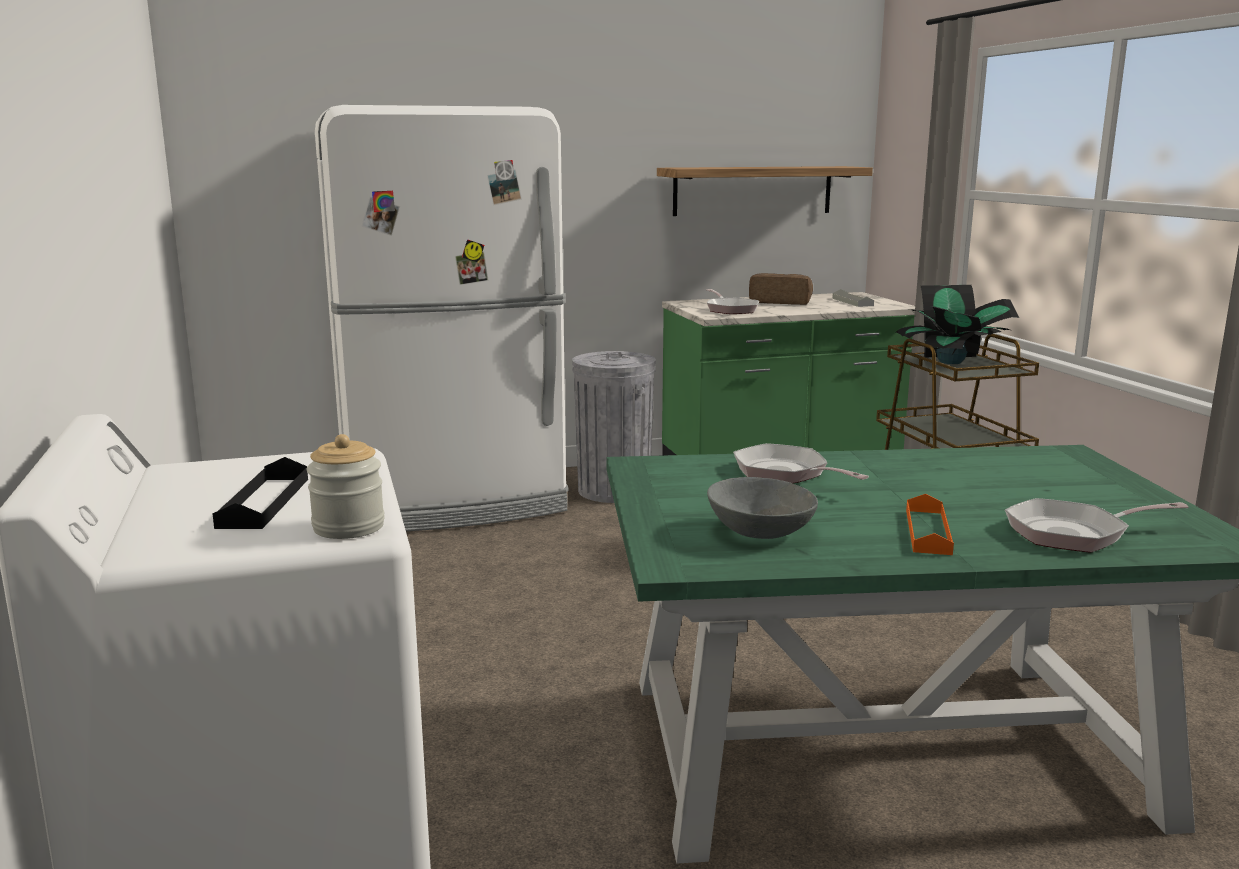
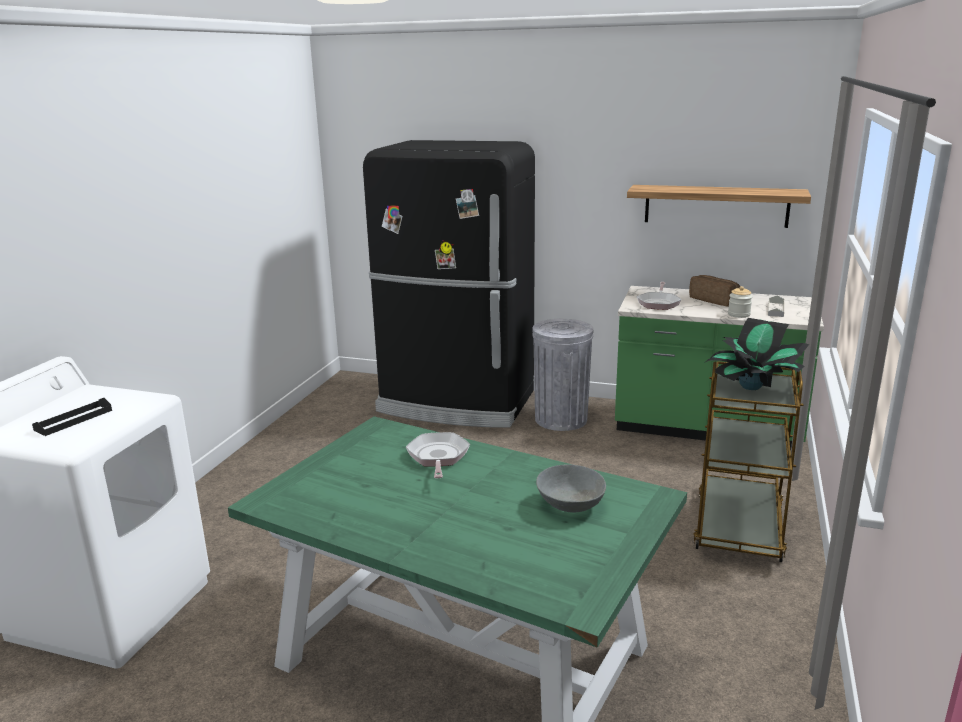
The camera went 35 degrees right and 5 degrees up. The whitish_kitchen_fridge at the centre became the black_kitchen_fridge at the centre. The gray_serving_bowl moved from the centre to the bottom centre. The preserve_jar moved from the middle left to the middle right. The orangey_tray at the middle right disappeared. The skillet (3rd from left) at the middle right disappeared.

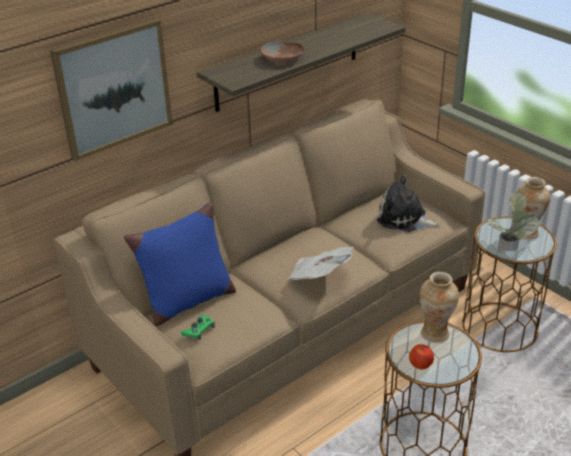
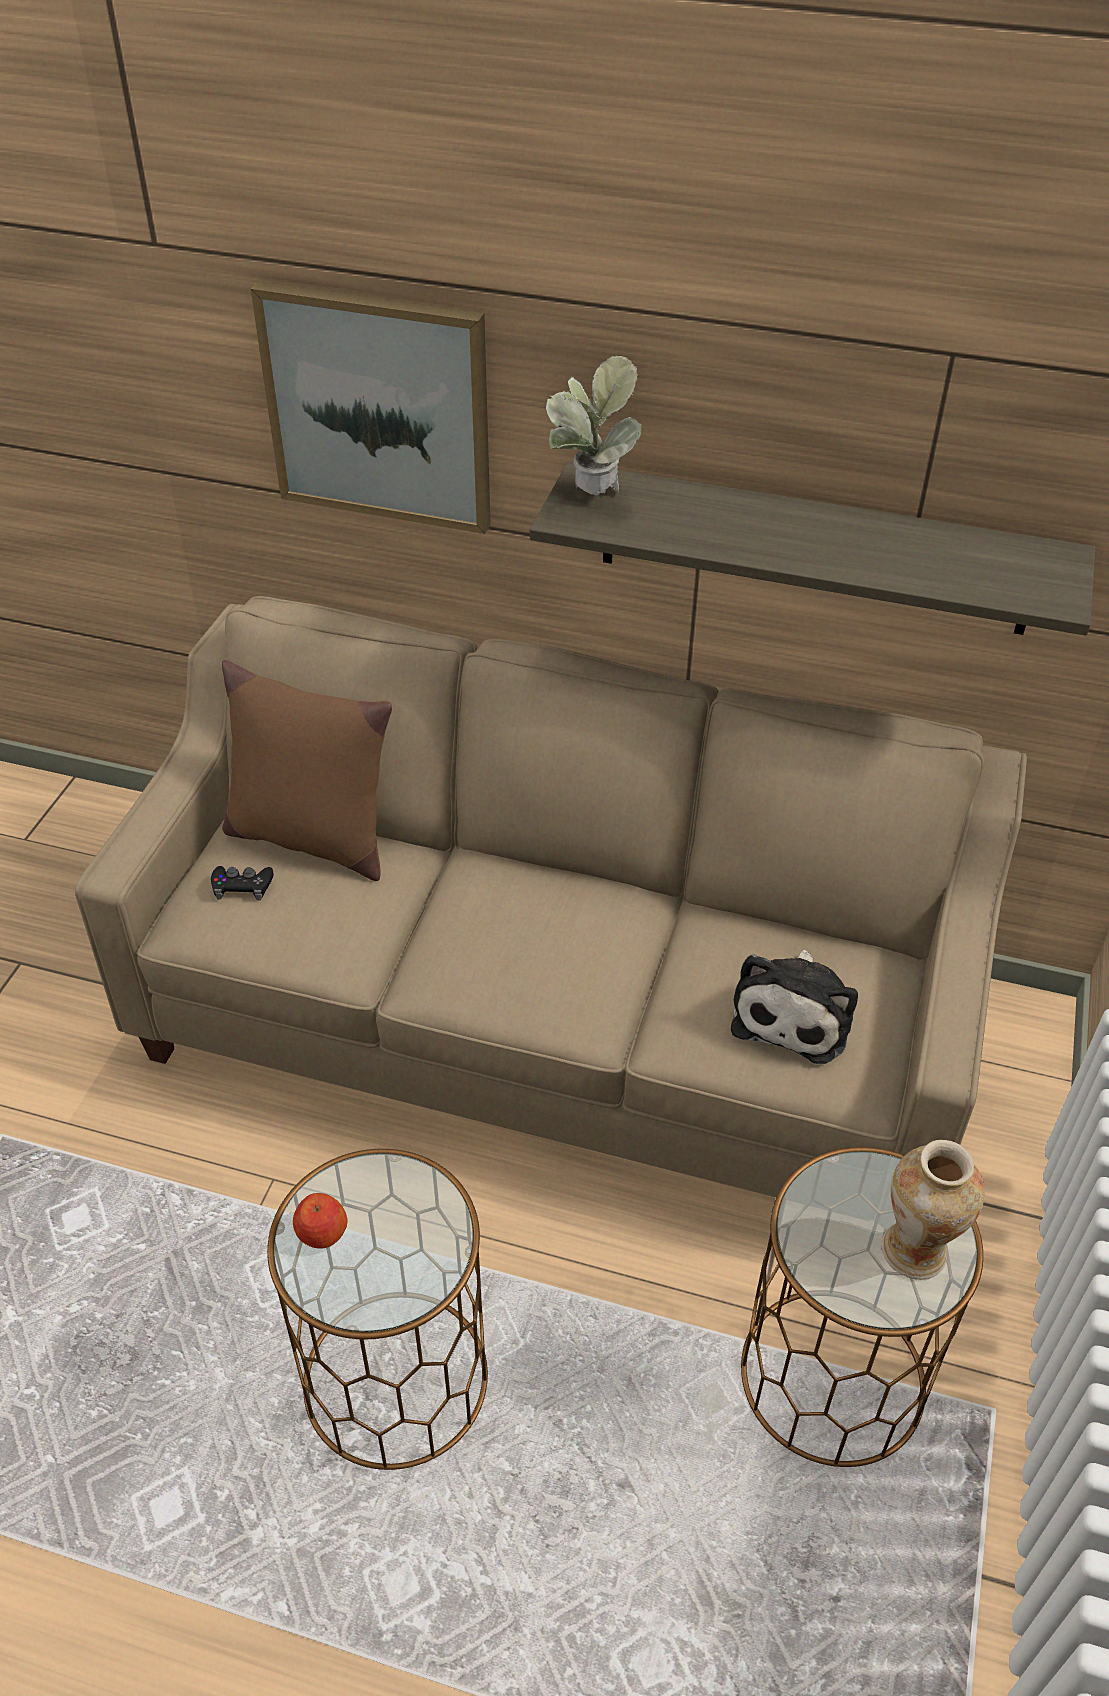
The camera went 55 degrees right and 10 degrees up. The greenish_joypad at the bottom centre became the black_joypad at the middle left. The blue_cushion at the middle left became the brown_cushion at the middle left. The houseplant moved from the middle right to the top centre. The plush_toy at the middle right turned 150 degrees counterclockwise. The brown_serving_bowl at the top centre disappeared. The daily_paper at the centre disappeared. The decorative_vase (1st from left) at the bottom right disappeared.

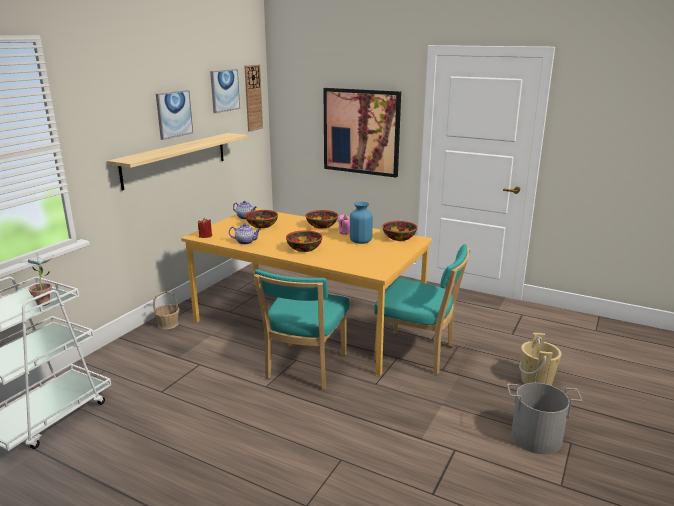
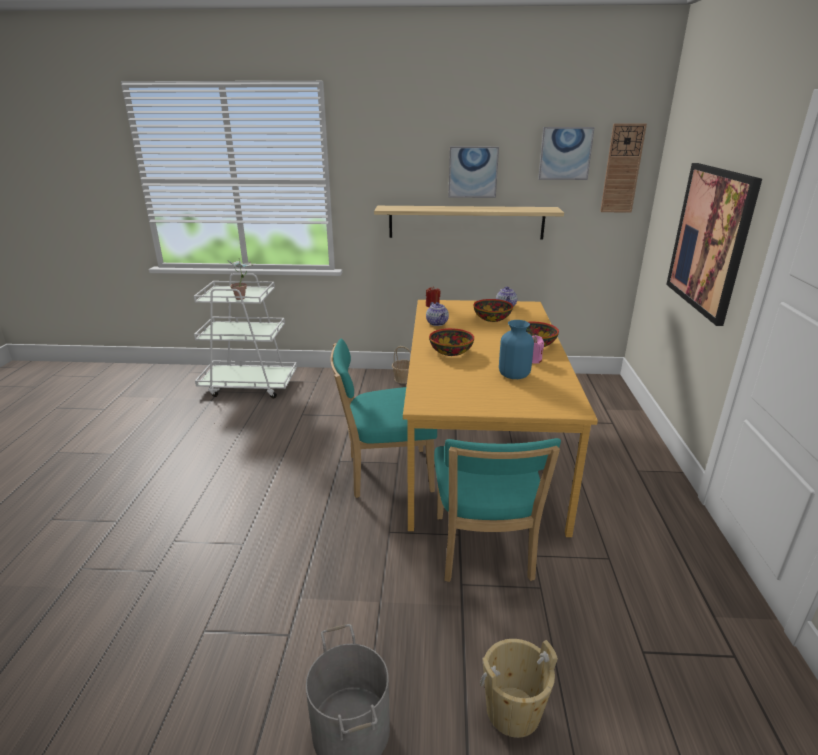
The camera went 65 degrees right and 5 degrees up. The serving_bowl (4th from left) at the centre disappeared.

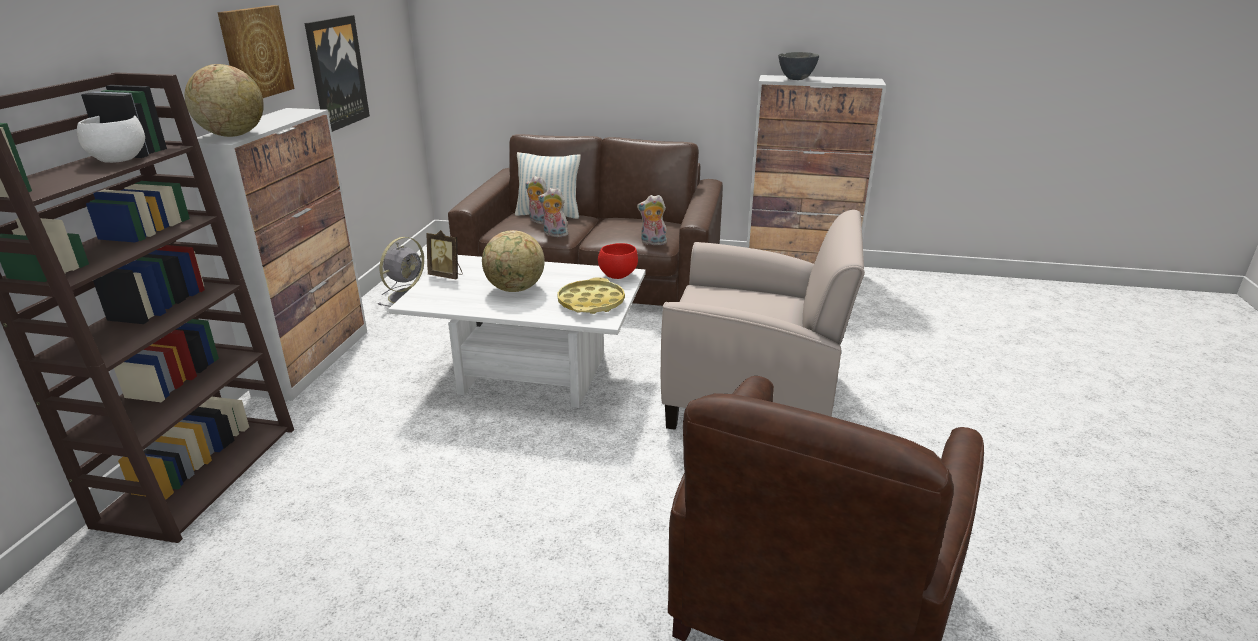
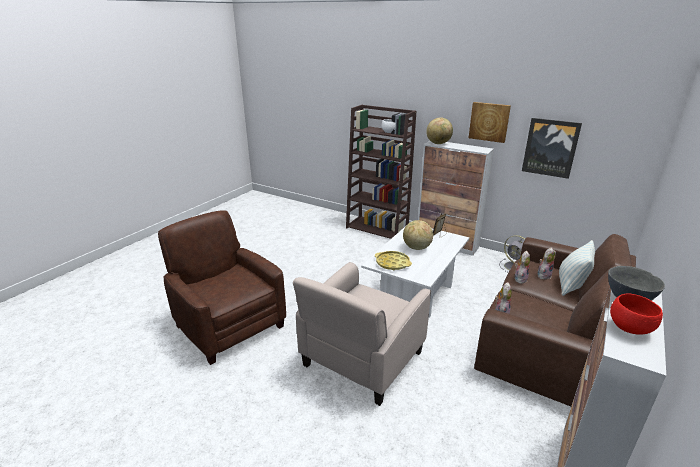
The camera went 110 degrees right and 0 degrees up. The red-coloured_serving_bowl moved from the centre to the bottom right.

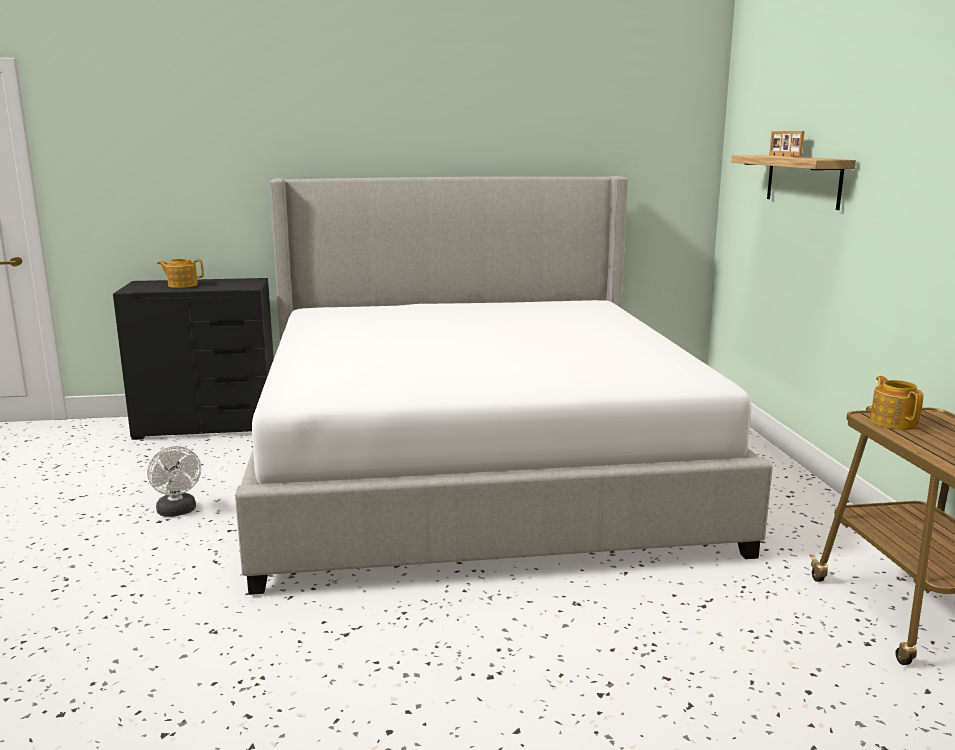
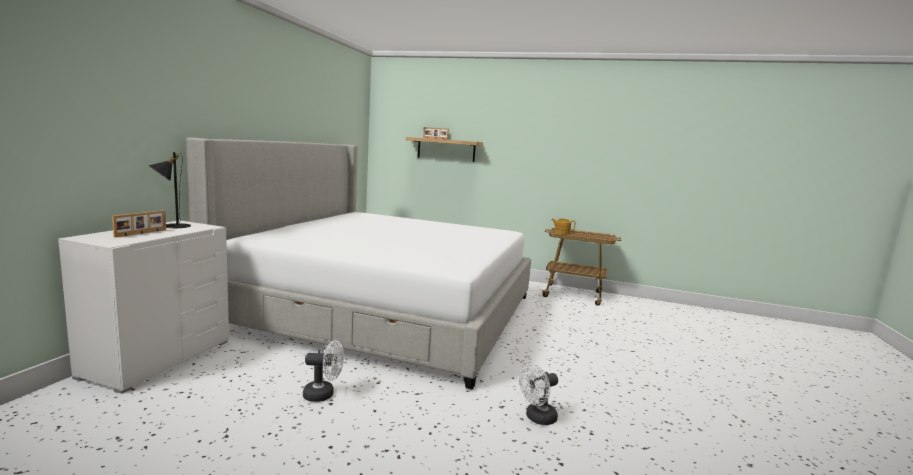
The camera went 65 degrees left and 5 degrees down. The black_dresser at the middle left became the whitish_dresser at the middle left. The teapot (1st from left) at the middle left was replaced by the picture_frame (1st from left) at the middle left. The black_tabletop_lamp at the middle left appeared. The whitish_cooling_fan (2nd from left) at the bottom centre appeared.

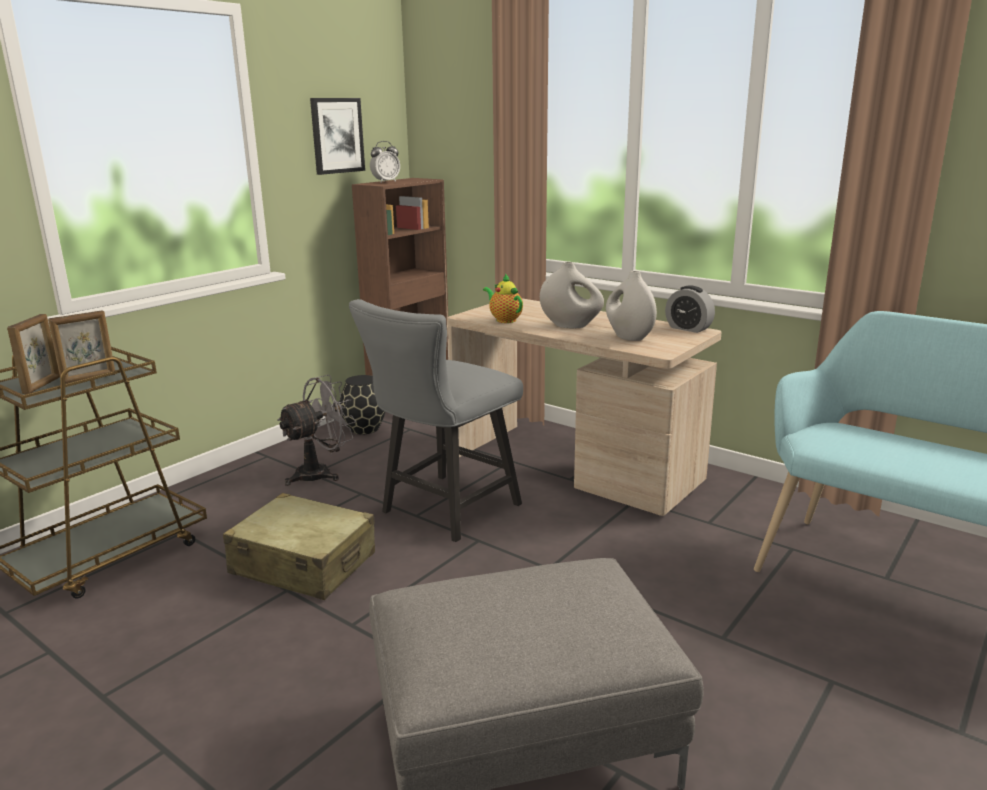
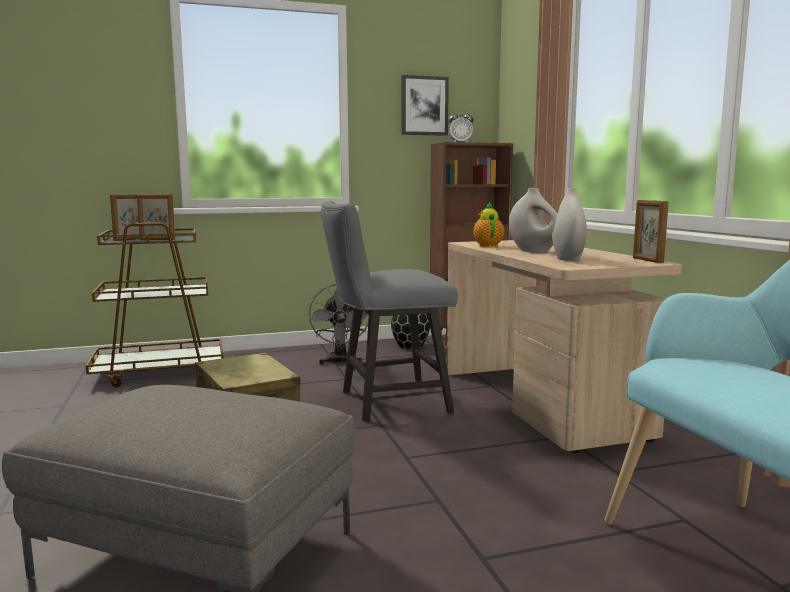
The camera went 35 degrees right and 10 degrees down. The gray_cooling_fan at the middle left turned 90 degrees clockwise. The bedside_clock (2nd from left) at the middle right was replaced by the picture_frame (3rd from left) at the middle right.

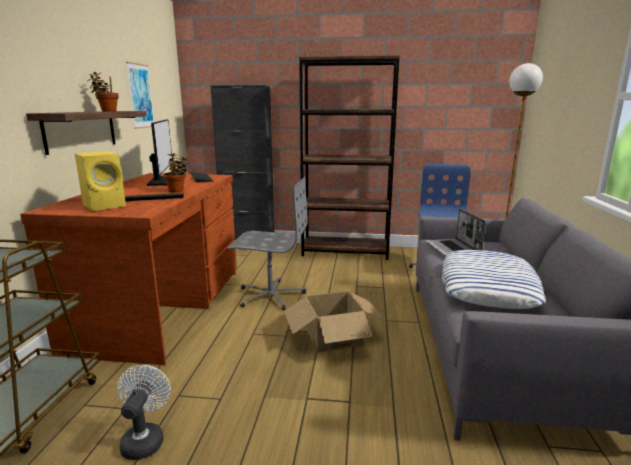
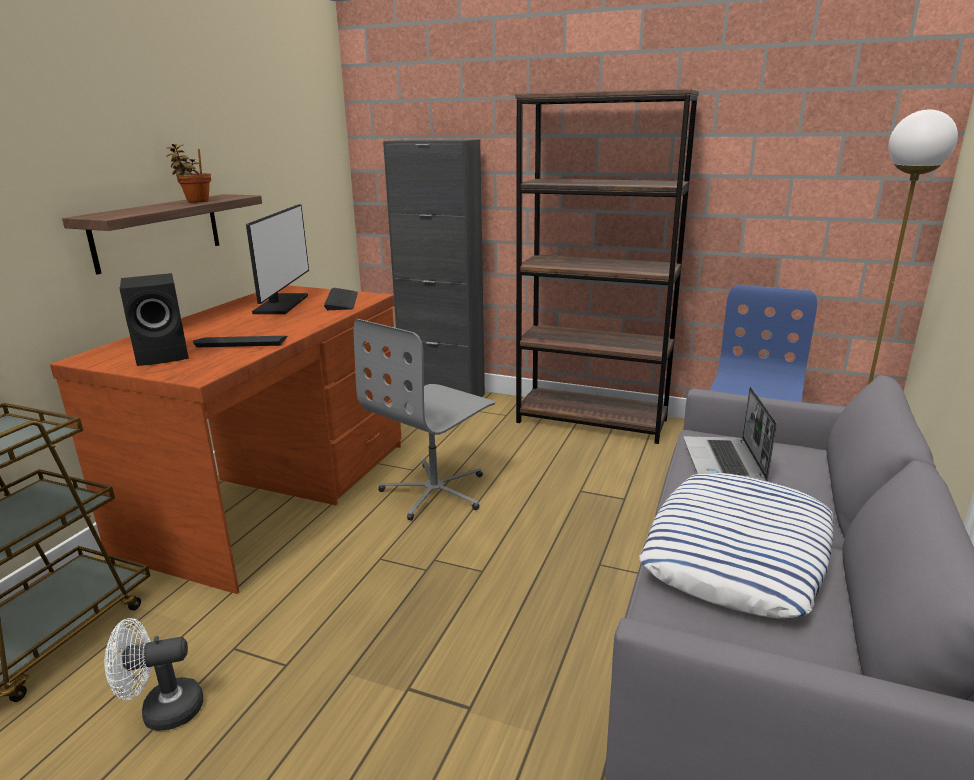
The camera went 15 degrees right and 5 degrees up. The whitish_cooling_fan at the bottom left turned 120 degrees counterclockwise. The yellowish_speaker at the middle left became the black_speaker at the middle left. The gray_computer_chair at the centre turned 105 degrees clockwise. The wall_art at the top left disappeared. The houseplant (2nd from left) at the middle left disappeared. The packing_box at the bottom centre disappeared.

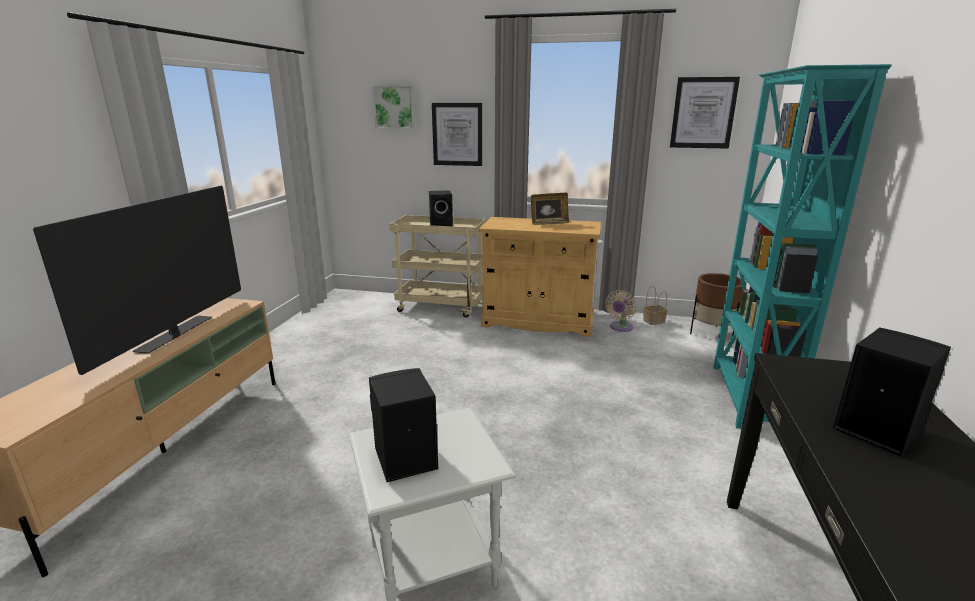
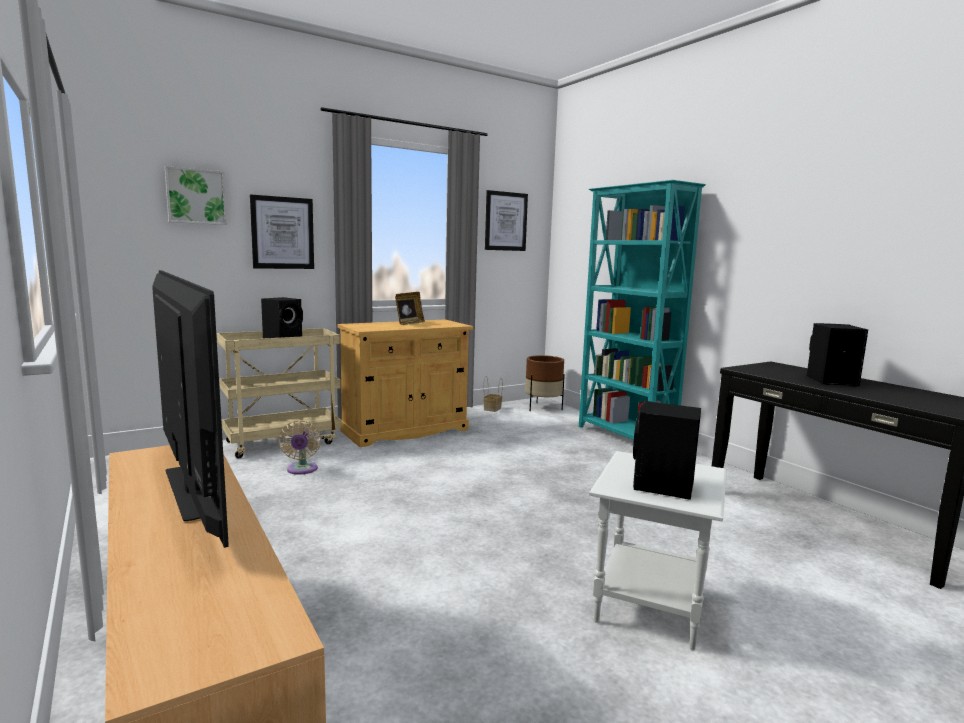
The camera went 45 degrees left and 10 degrees down. The sand-coloured_cooling_fan moved from the centre to the middle left.

